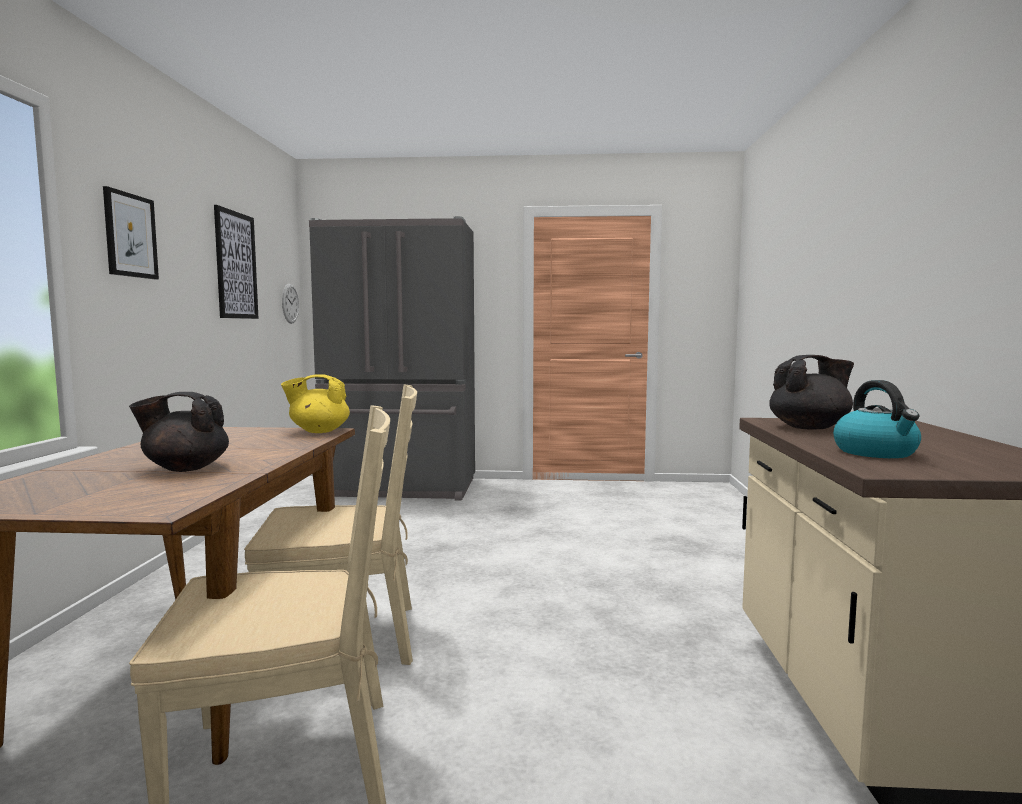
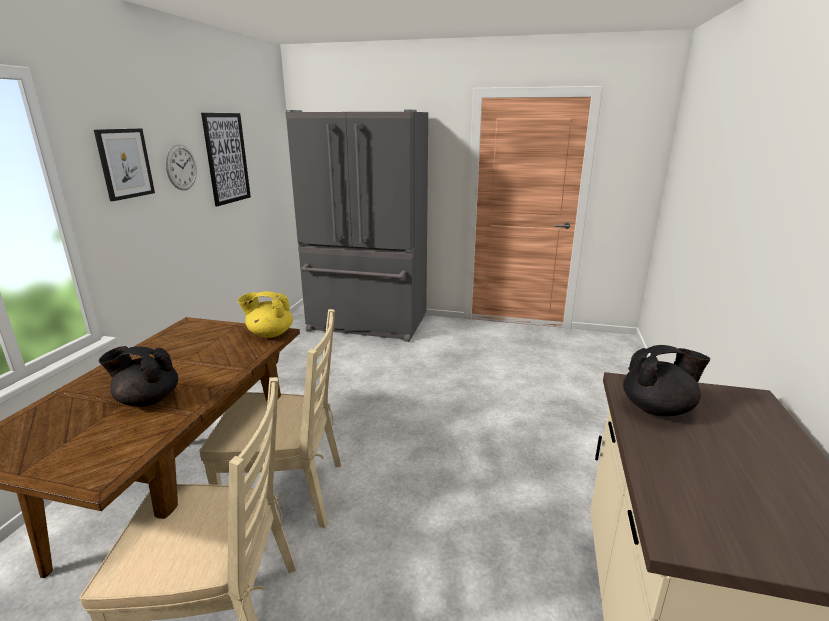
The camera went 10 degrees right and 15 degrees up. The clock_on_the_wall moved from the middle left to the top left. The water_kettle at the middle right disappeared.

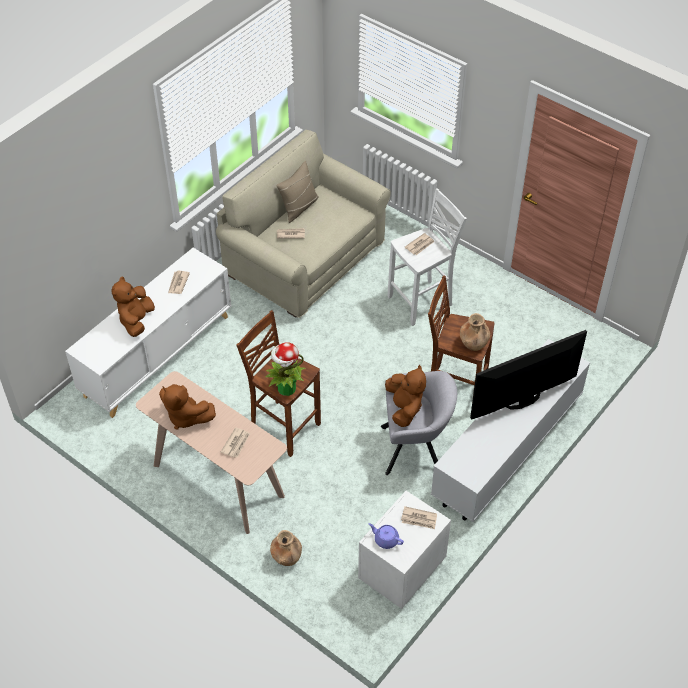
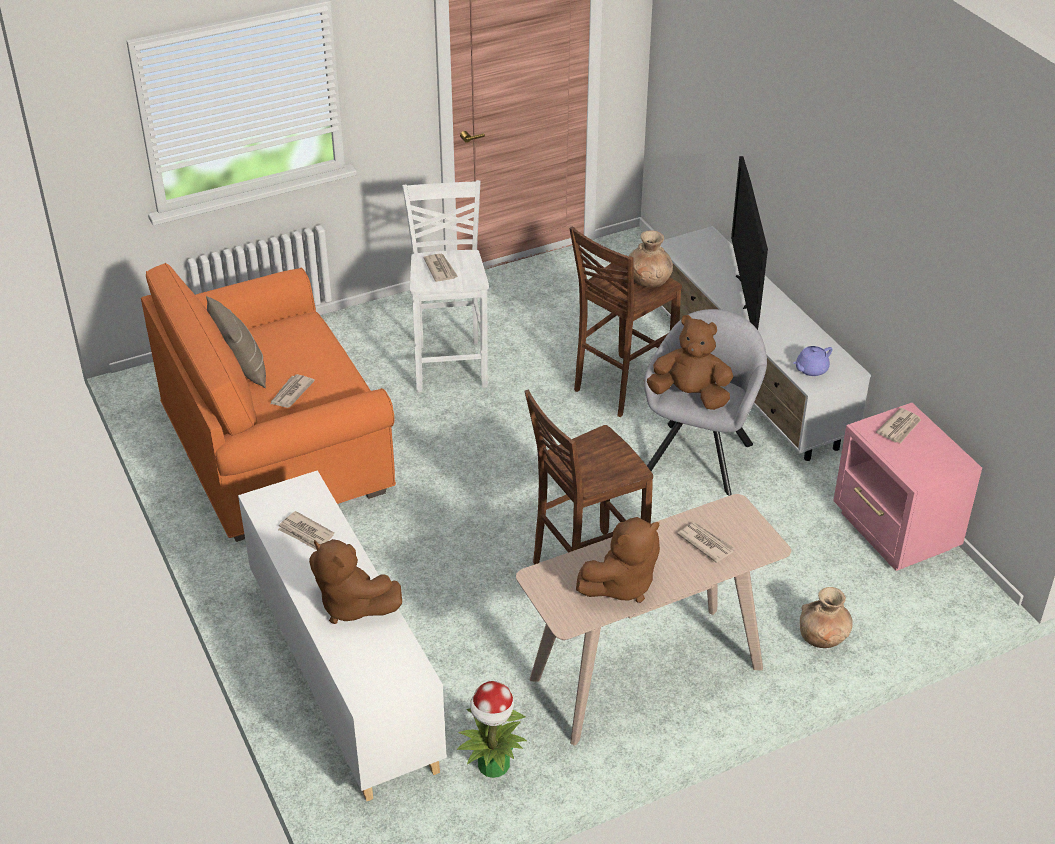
The camera went 65 degrees left and 10 degrees down. The sand-coloured_sofa at the top centre became the orangey_sofa at the middle left. The houseplant moved from the centre to the bottom centre. The purple_teapot moved from the bottom centre to the middle right. The whitish_bedside_table at the bottom centre became the pink_bedside_table at the middle right.

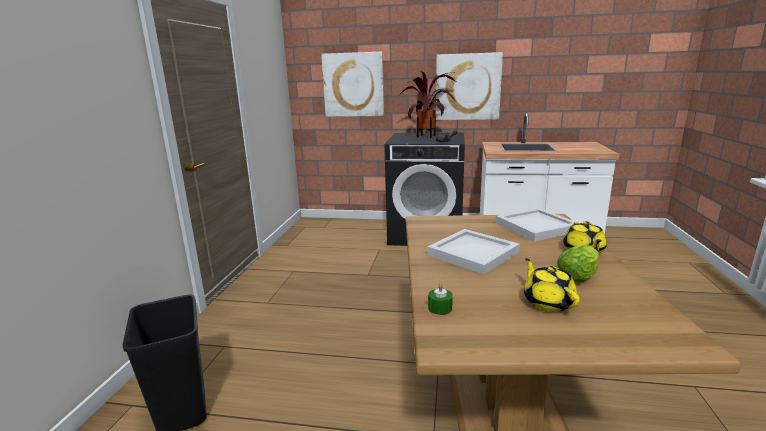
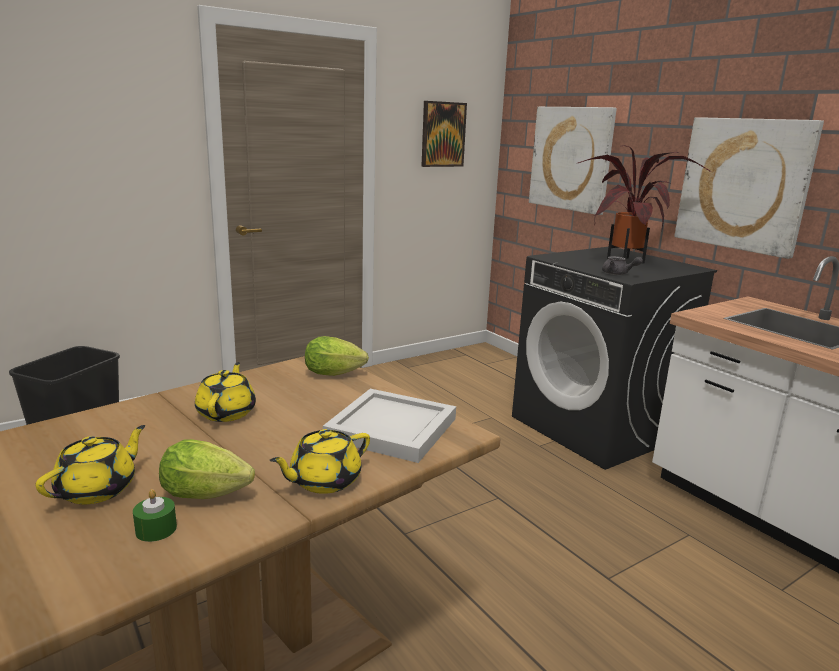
The camera went 45 degrees right and 0 degrees up. The greenish_wax_light moved from the bottom centre to the bottom left. The whitish_tray (1st from left) at the centre was replaced by the yellowish_teapot (2nd from left) at the middle left. The lettuce (2nd from left) at the centre appeared. The wall_art (1st from left) at the top centre appeared.

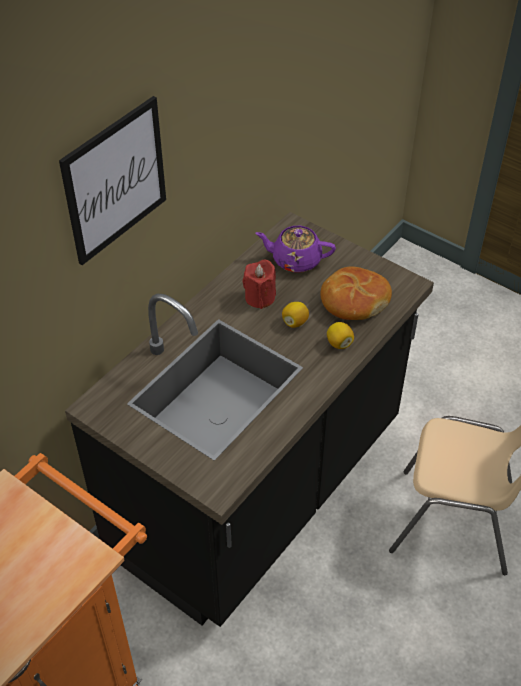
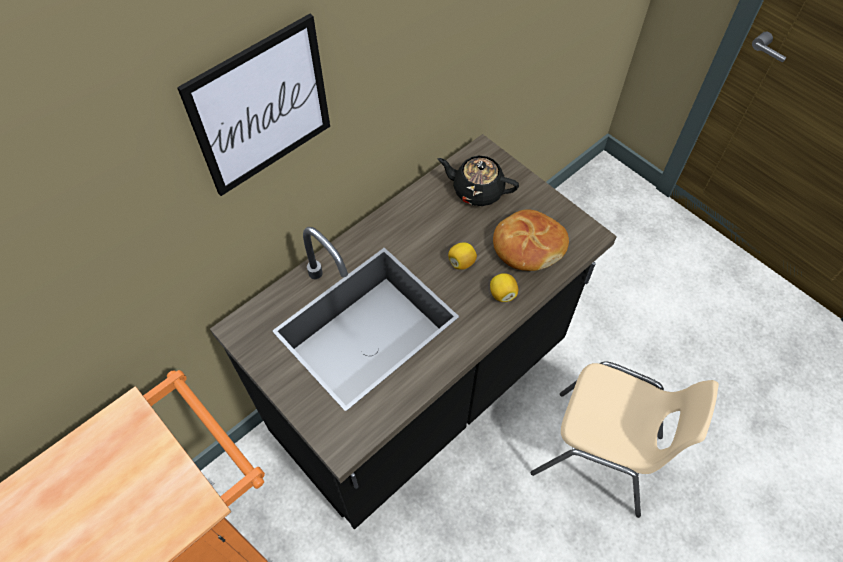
The camera went 10 degrees right and 10 degrees up. The purple_teapot at the centre became the black_teapot at the top centre. The red-coloured_wax_light at the centre disappeared.

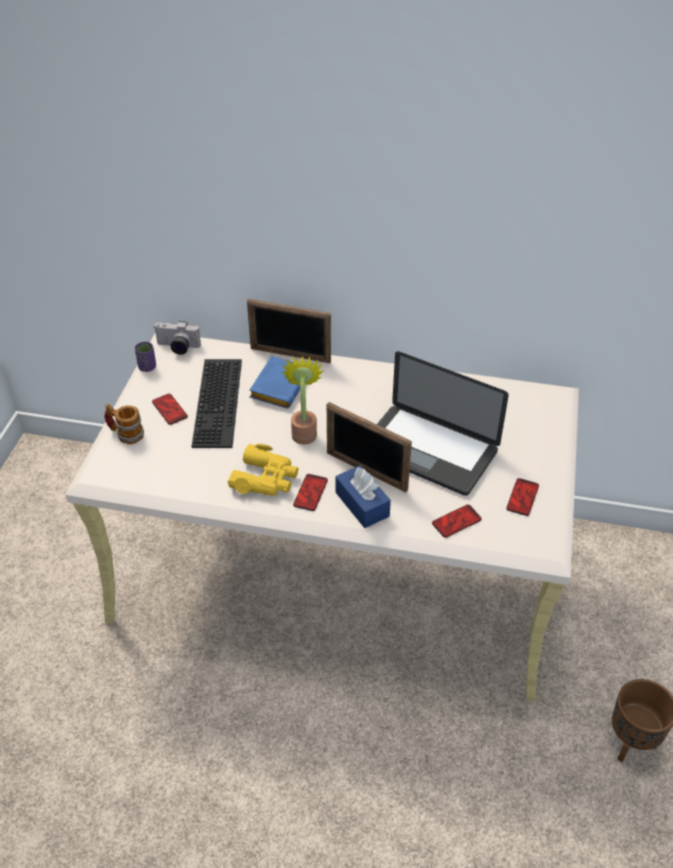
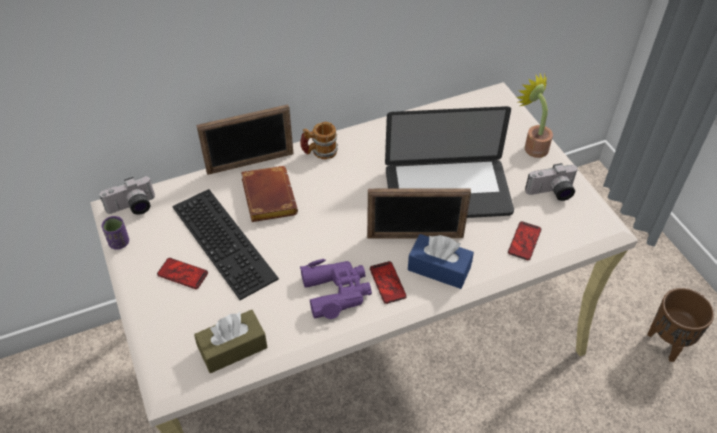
The camera went 35 degrees left and 5 degrees up. The brown_tissue_box at the bottom left appeared. The blue_bound_book at the centre became the brown_bound_book at the centre. The tea_mug moved from the middle left to the top centre. The yellowish_pair_of_binoculars at the centre became the purple_pair_of_binoculars at the bottom centre. The houseplant moved from the centre to the top right. The phone (4th from left) at the middle right was replaced by the photo_camera (2nd from left) at the middle right.

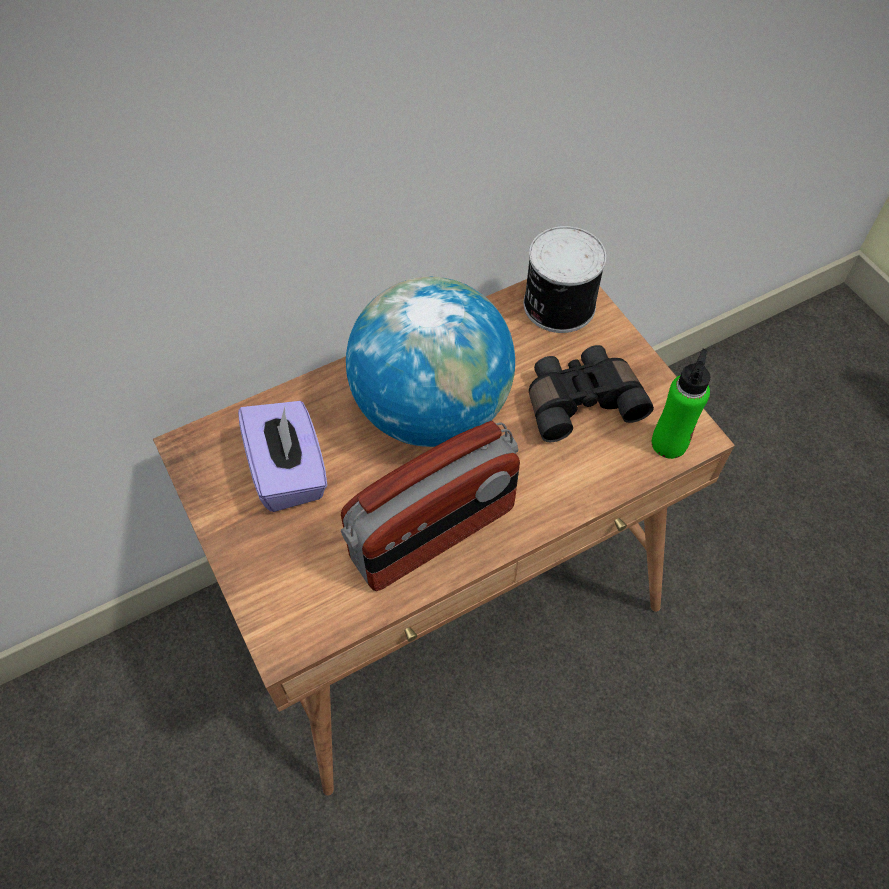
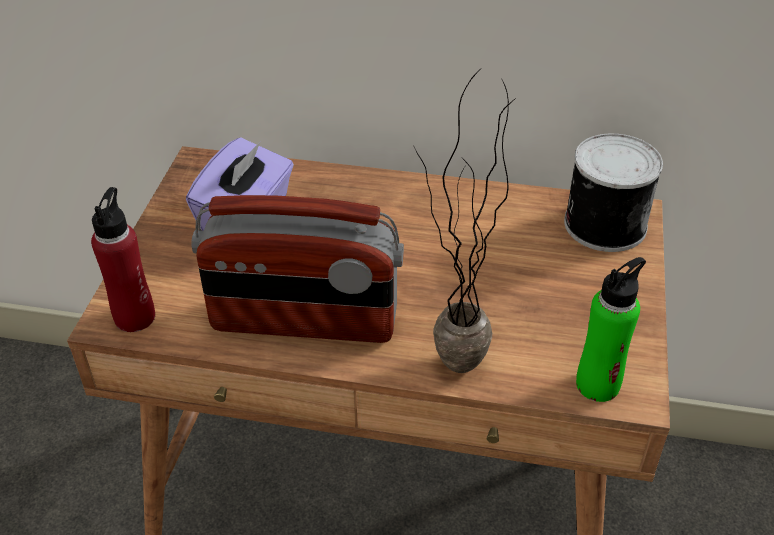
The camera went 40 degrees right and 15 degrees down. The red-coloured_beverage_bottle at the middle left appeared. The houseplant at the centre appeared. The world_globe at the centre disappeared. The black_pair_of_binoculars at the centre disappeared.

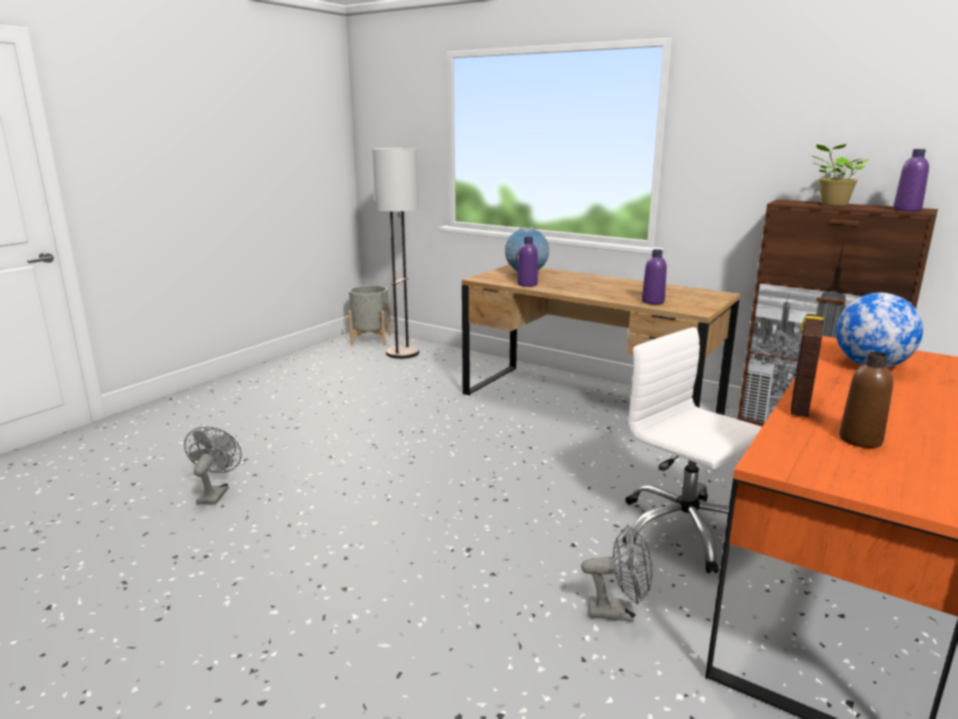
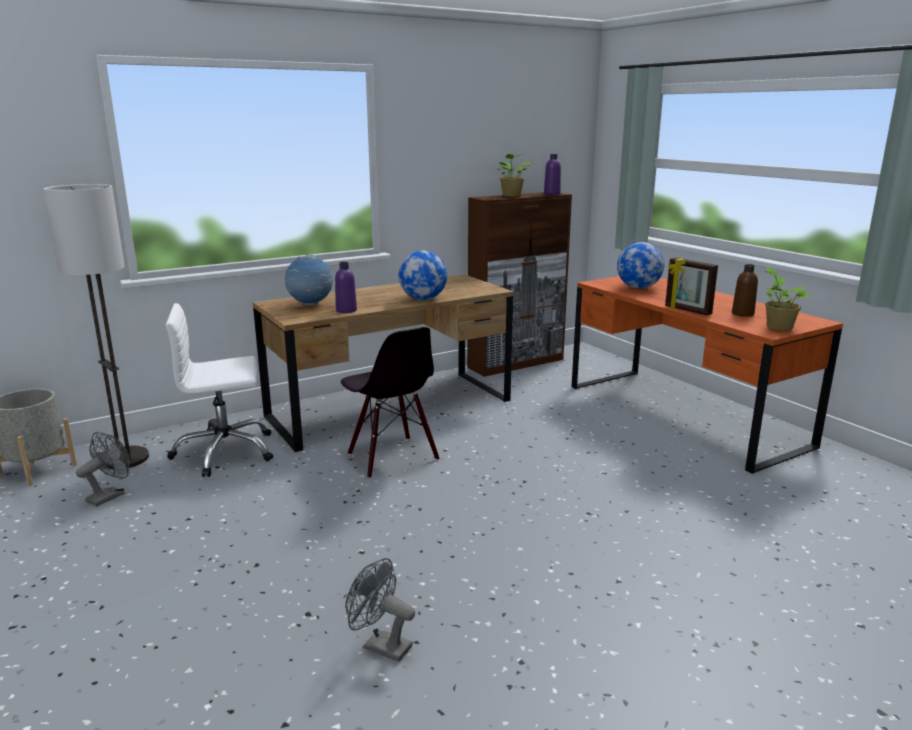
The camera went 65 degrees left and 0 degrees up. The gray_cooling_fan (2nd from left in the first image) moved from the bottom centre to the middle left. The whitish_computer_chair moved from the middle right to the middle left. The black_plain_chair at the centre appeared. The world_globe (2nd from left) at the centre appeared. The houseplant (2nd from left) at the middle right appeared. The purple_beverage_bottle (2nd from left) at the middle right disappeared.

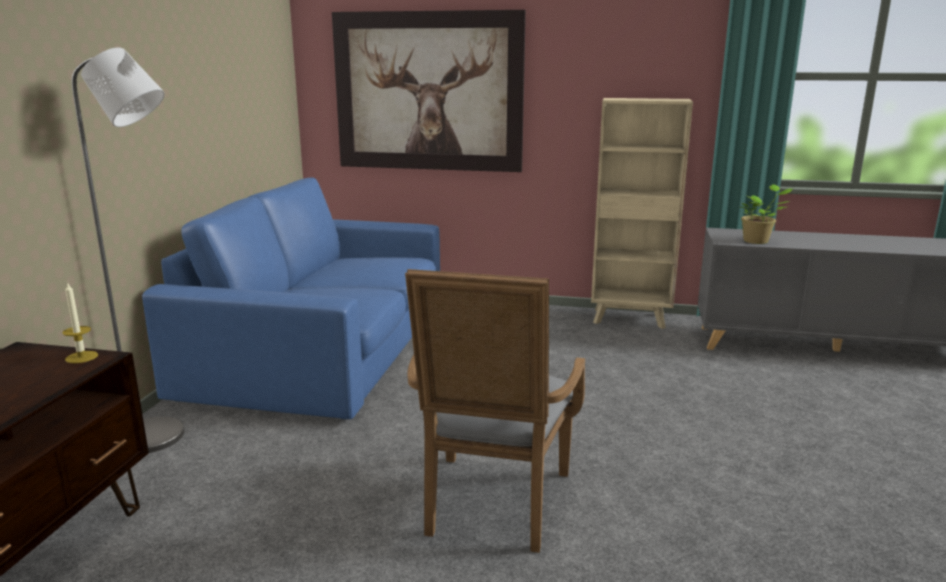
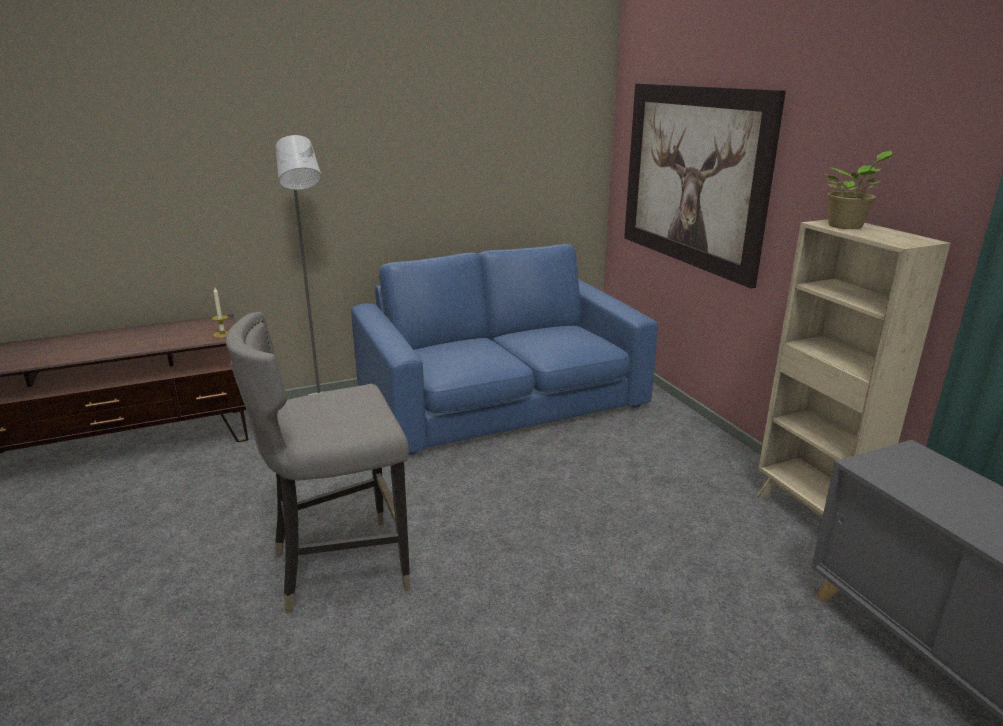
The camera went 55 degrees right and 5 degrees up. The gray_easy_chair at the bottom centre was replaced by the gray_sitting_stool at the middle left. The houseplant moved from the middle right to the top right.

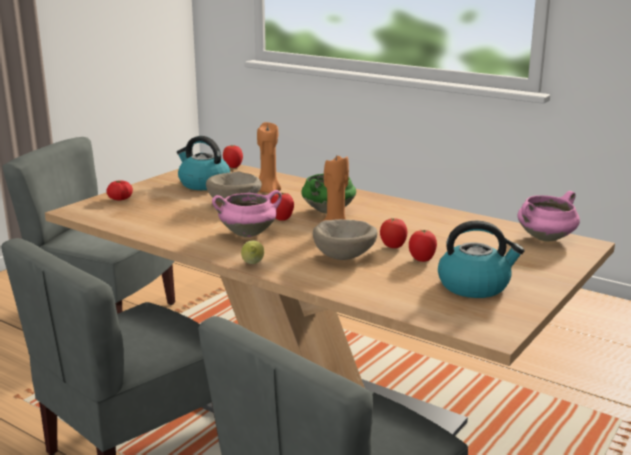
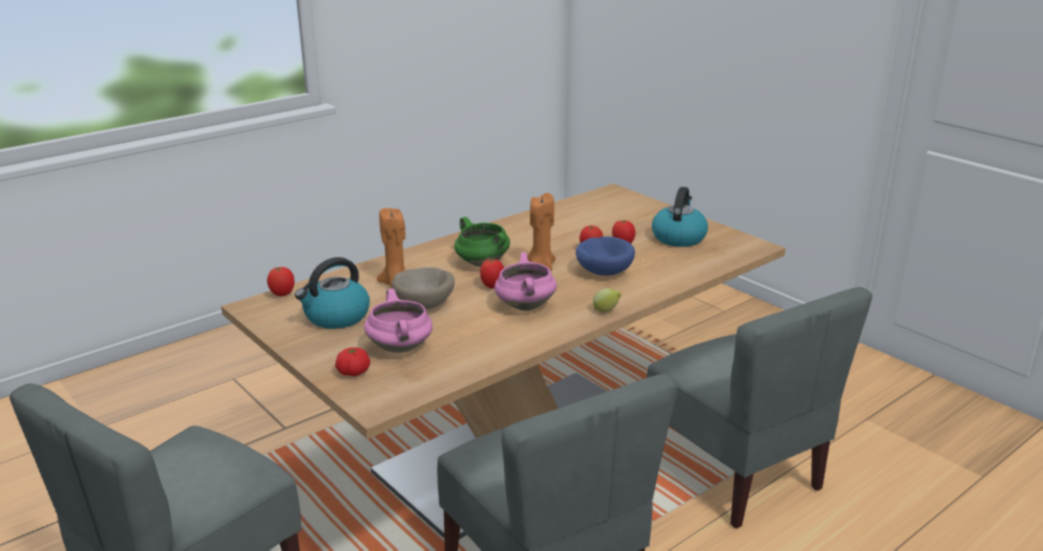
The camera went 75 degrees left and 5 degrees up. The pink_stockpot (2nd from left in the first image) moved from the middle right to the centre. The sand-coloured_serving_bowl (2nd from left) at the centre became the blue_serving_bowl at the centre.

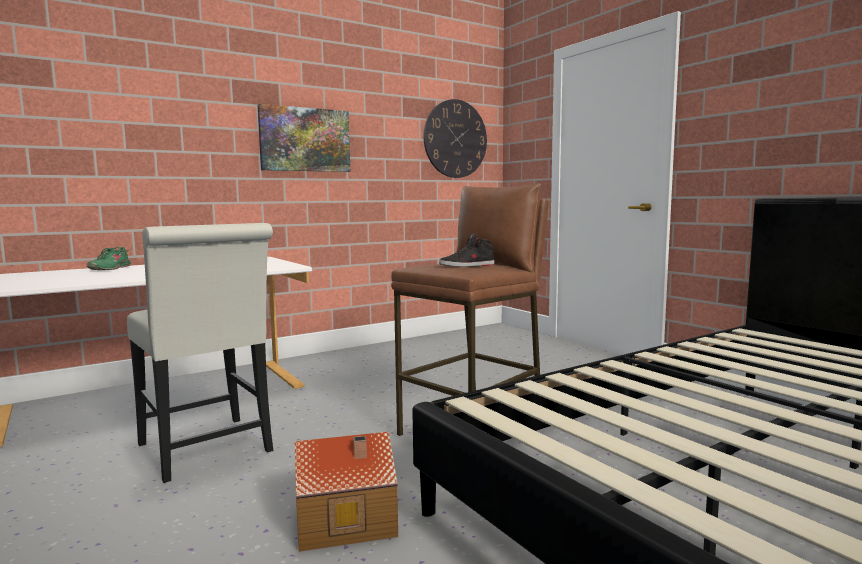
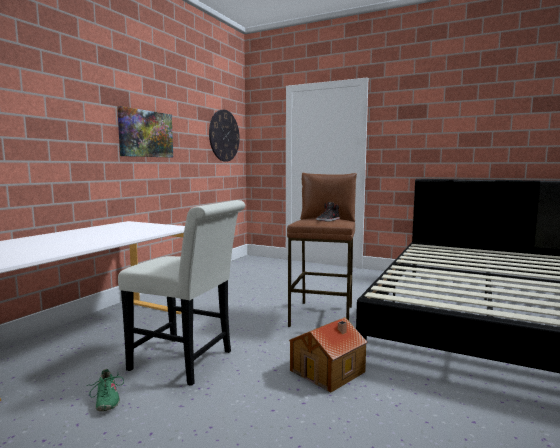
The camera went 30 degrees left and 0 degrees up. The greenish_item_of_footwear moved from the middle left to the bottom left.

